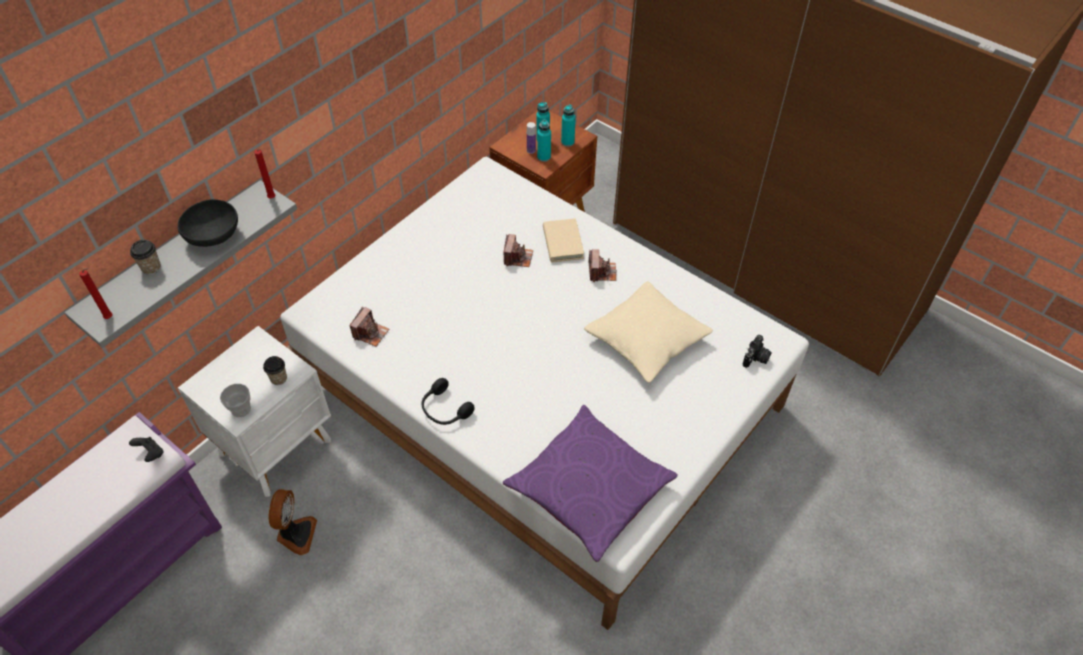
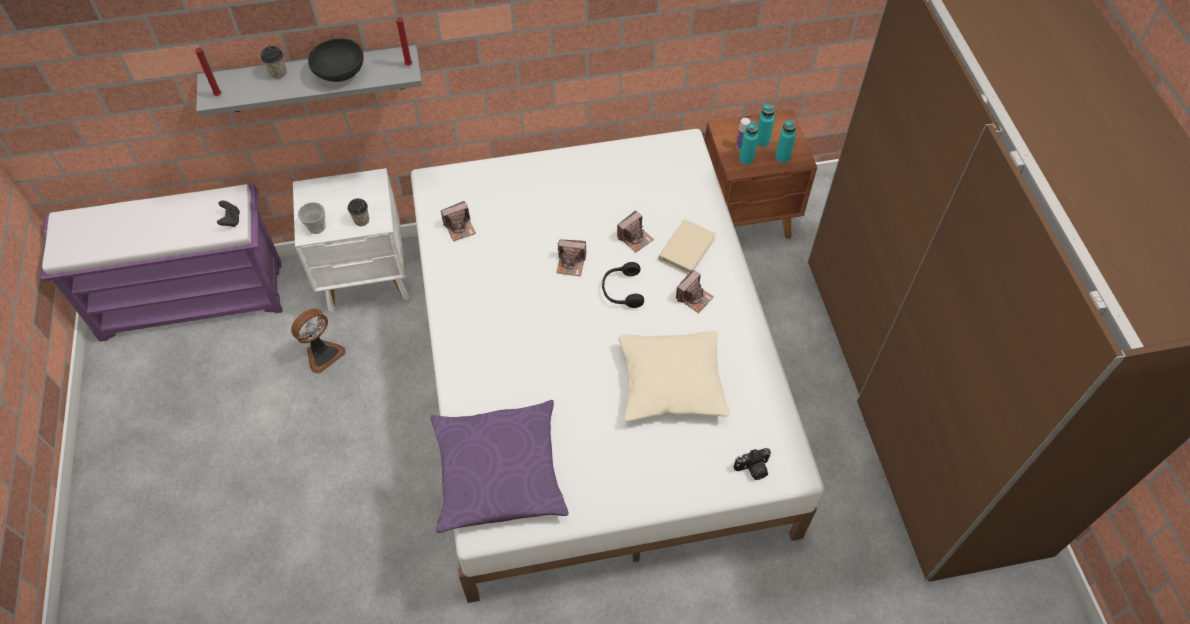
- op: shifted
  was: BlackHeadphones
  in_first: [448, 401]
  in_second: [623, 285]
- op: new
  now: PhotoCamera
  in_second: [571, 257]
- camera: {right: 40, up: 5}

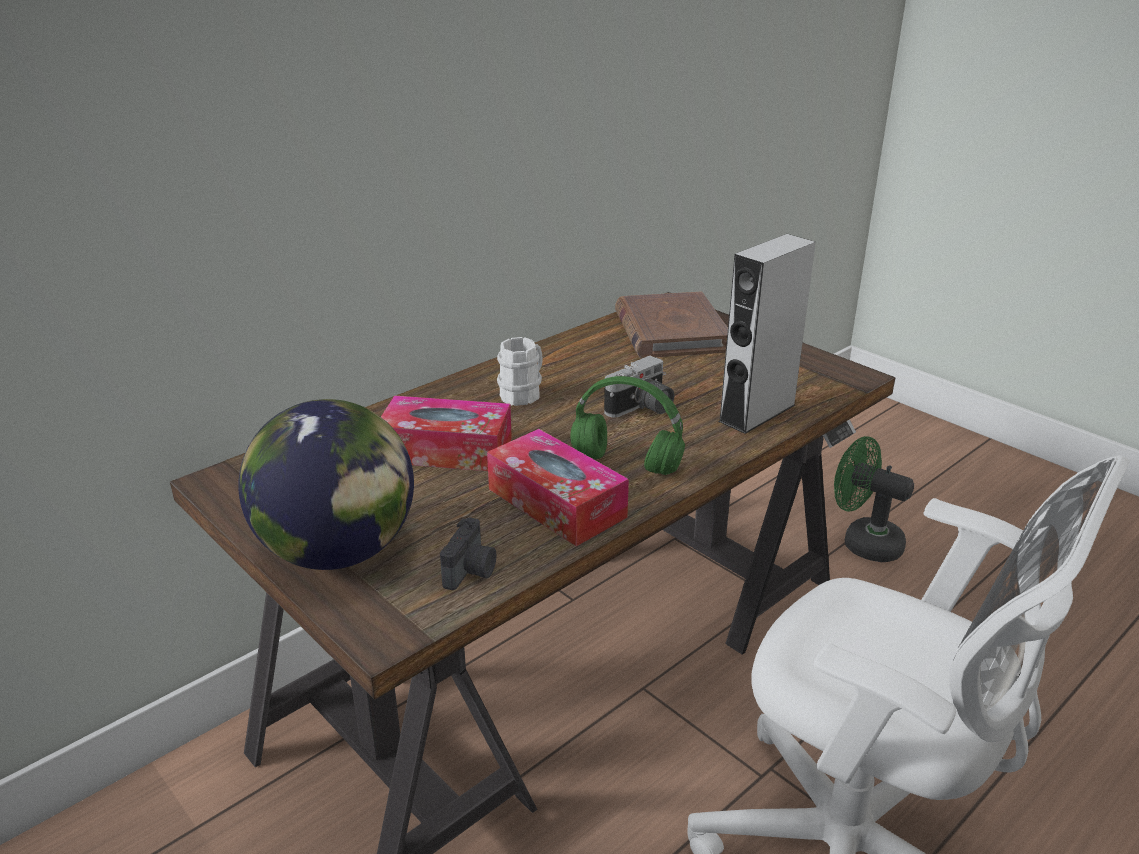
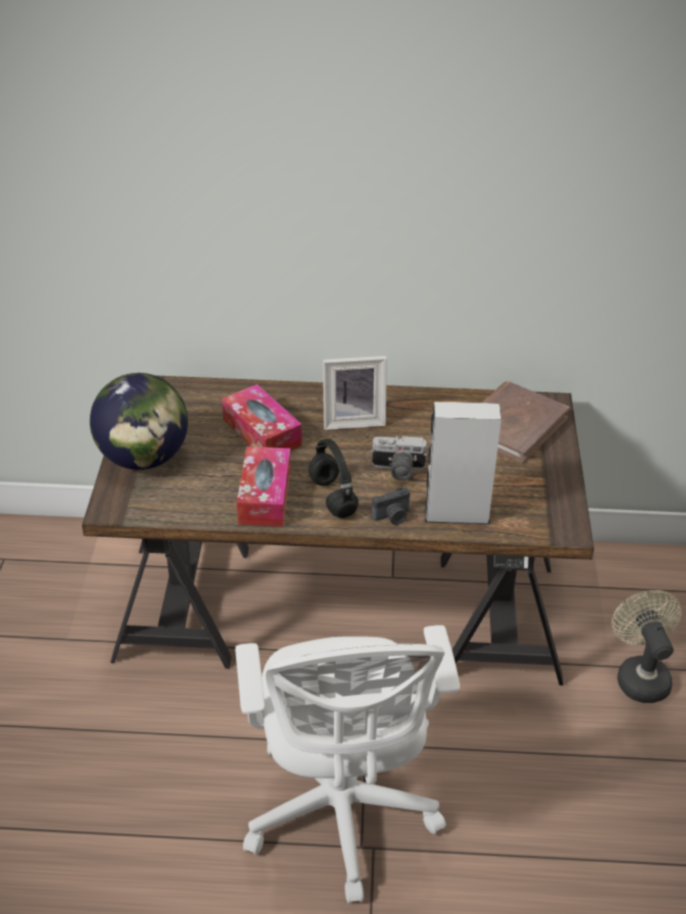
- op: shifted
  was: PhotoCamera
  in_first: [468, 553]
  in_second: [390, 506]
- op: swapped
  was: WhiteMug
  now: PictureFrame
  in_first: [520, 371]
  in_second: [355, 393]
- op: repainted
  was: GreenHeadphones
  now: BlackHeadphones
  in_first: [627, 425]
  in_second: [333, 478]
- op: repainted
  was: GreenFan
  now: BeigeFan
  in_first: [874, 499]
  in_second: [647, 646]
- camera: {right: 45, up: 10}

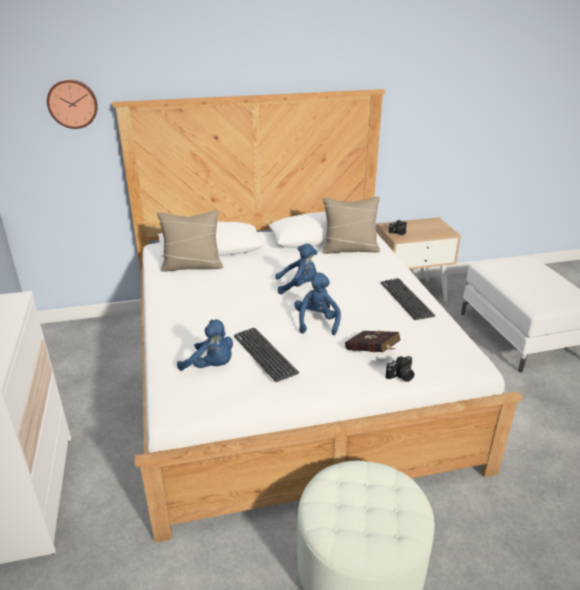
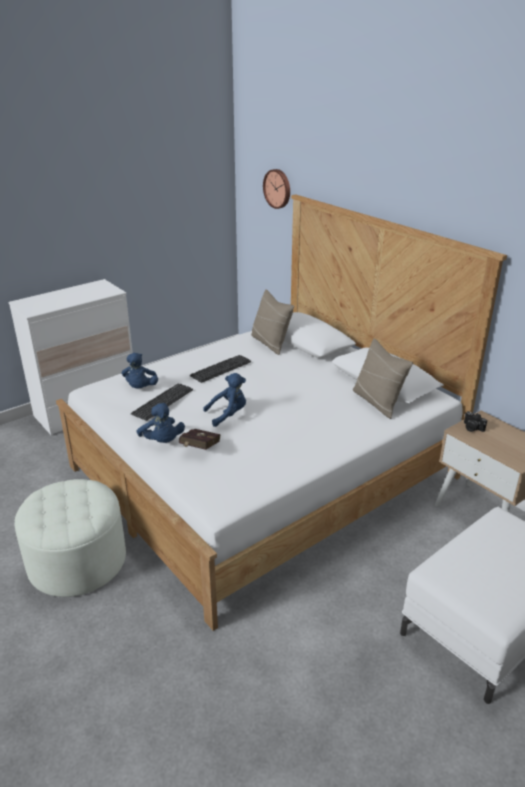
- op: shifted
  was: BluePlushToy
  in_first: [296, 269]
  in_second: [161, 423]
- op: shifted
  was: Keyboard
  in_first: [408, 299]
  in_second: [220, 369]
- op: gone
  was: PhotoCamera
  in_first: [400, 369]
- camera: {right: 65, up: 0}

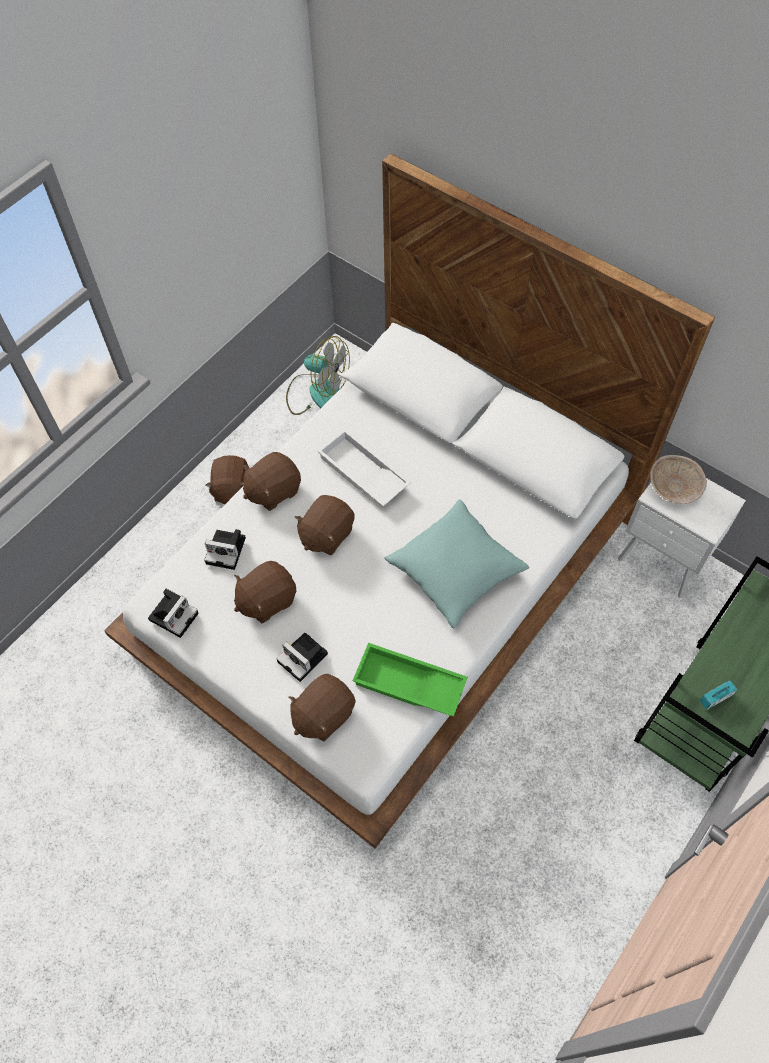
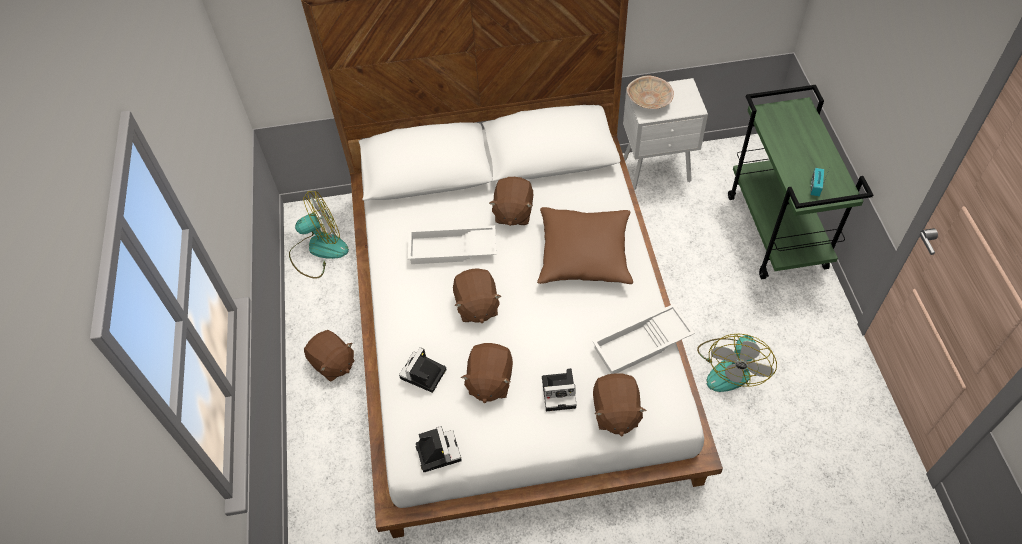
- op: rotated
  was: PhotoCamera
  in_first: [225, 549]
  in_second: [422, 370]
  clockwise: 150
- op: shifted
  was: BrownPlushToy
  in_first: [272, 481]
  in_second: [511, 201]
- op: repainted
  was: GreenTray
  now: WhiteTray
  in_first: [410, 680]
  in_second: [643, 339]
- op: repainted
  was: TurquoisePillow
  now: BrownPillow
  in_first: [456, 564]
  in_second: [585, 245]
- op: new
  now: Fan
  in_second: [737, 363]
- camera: {right: -45, up: -5}

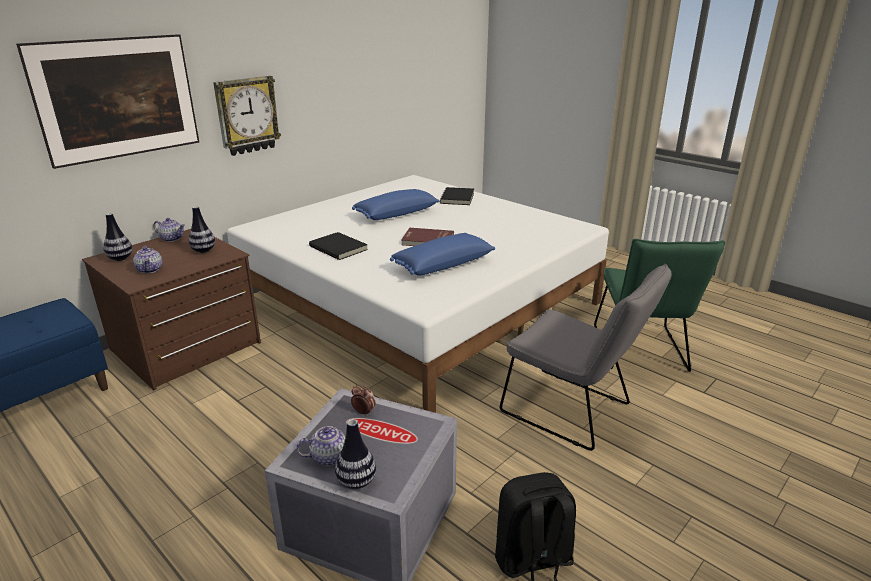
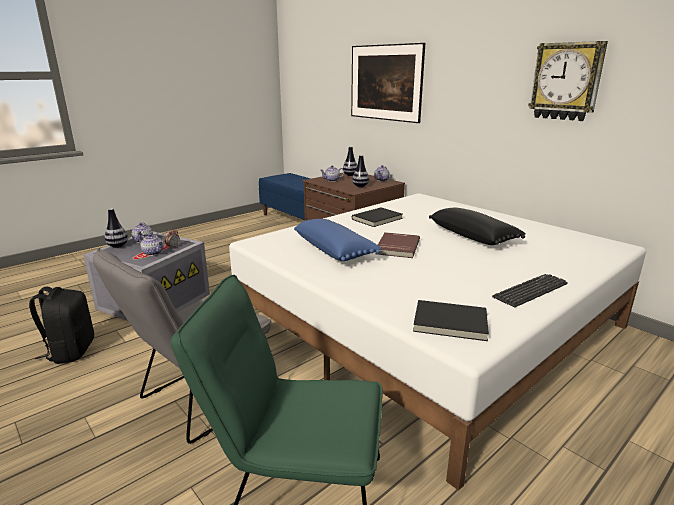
- op: shifted
  was: WallClock
  in_first: [247, 116]
  in_second: [568, 81]
- op: repainted
  was: BluePillow
  now: BlackPillow
  in_first: [396, 204]
  in_second: [477, 226]
- op: shifted
  was: BlackBook
  in_first: [457, 196]
  in_second: [451, 320]
- op: new
  now: Teapot
  in_second: [151, 245]
- op: new
  now: Keyboard
  in_second: [530, 290]
- camera: {right: 95, up: -5}

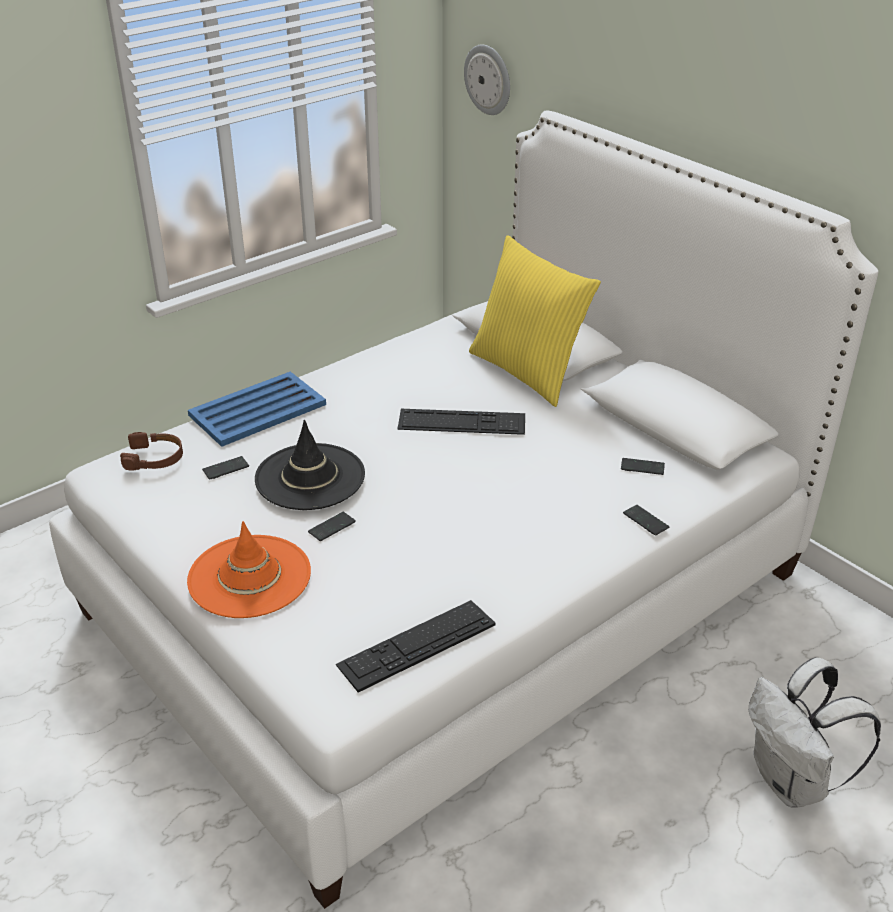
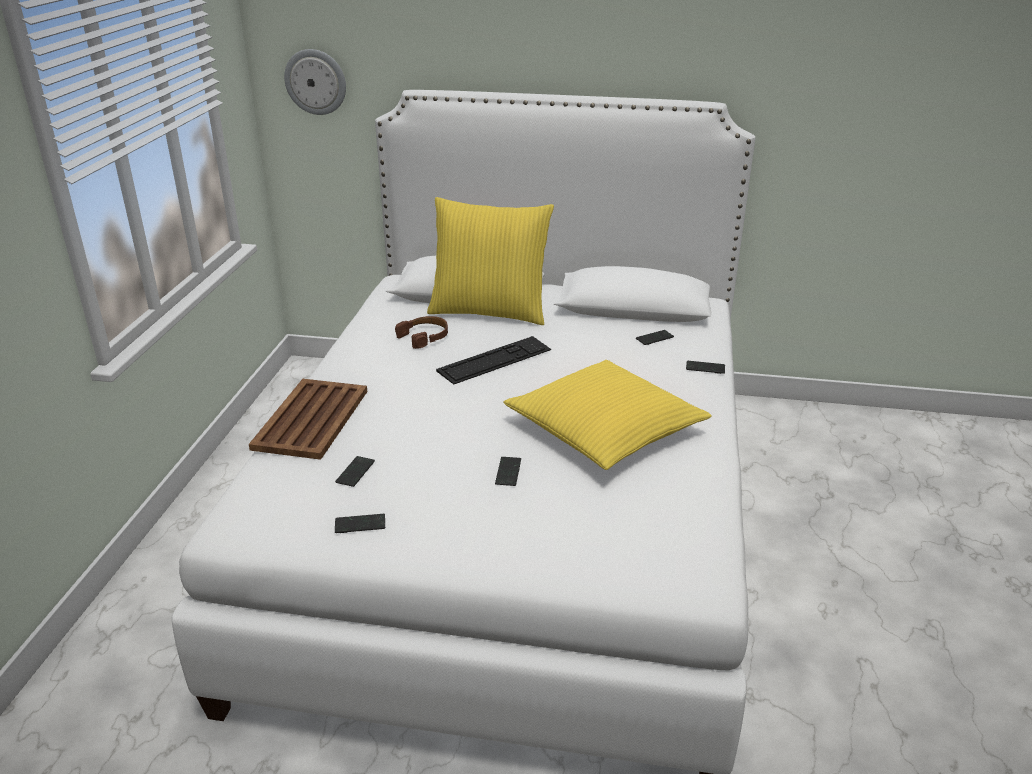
- op: shifted
  was: BrownHeadphones
  in_first: [151, 451]
  in_second: [421, 332]
- op: gone
  was: OrangeHat
  in_first: [249, 569]
- op: repainted
  was: BlueTray
  now: BrownTray
  in_first: [257, 409]
  in_second: [308, 419]
- op: gone
  was: BlackHat
  in_first: [310, 465]
- op: gone
  was: Keyboard
  in_first: [416, 646]
- op: gone
  was: WhiteBackpack
  in_first: [815, 732]
- op: new
  now: Phone
  in_second: [360, 523]
- op: new
  now: YellowPillow
  in_second: [608, 415]
- camera: {right: -40, up: -5}

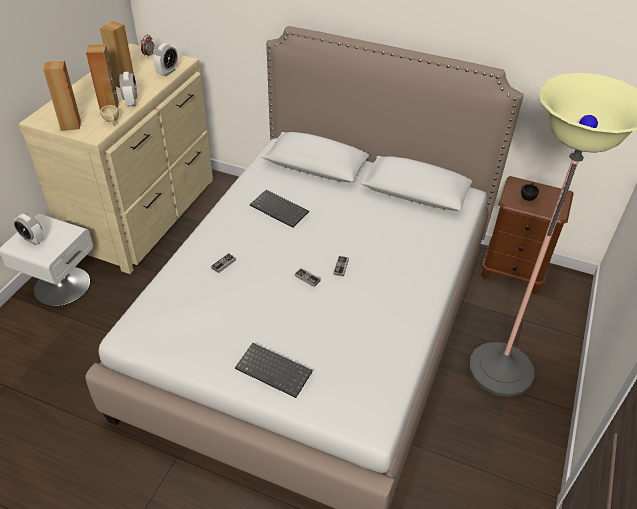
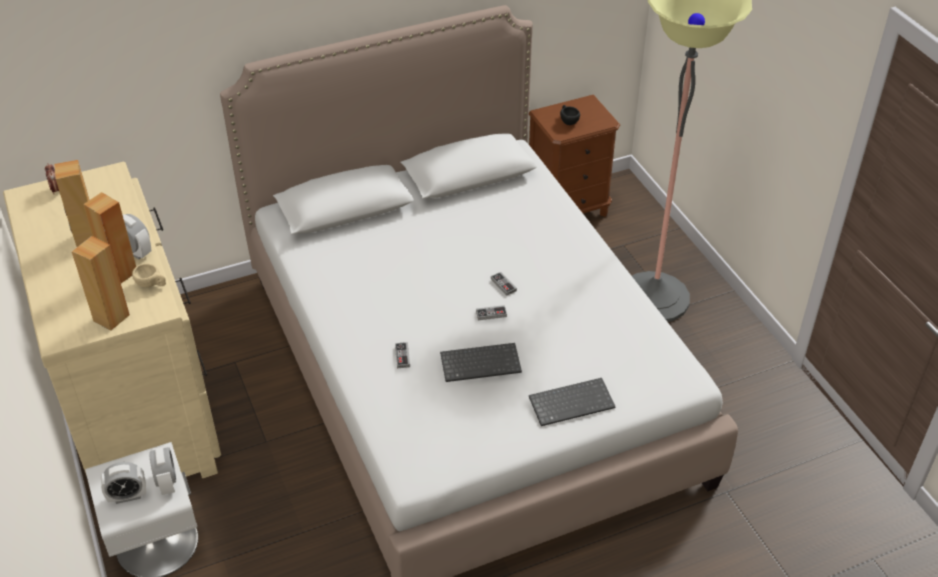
- op: shifted
  was: AlarmClock
  in_first: [165, 59]
  in_second: [162, 470]
- op: shifted
  was: Keyboard
  in_first: [279, 209]
  in_second: [481, 362]
- camera: {right: -45, up: 0}

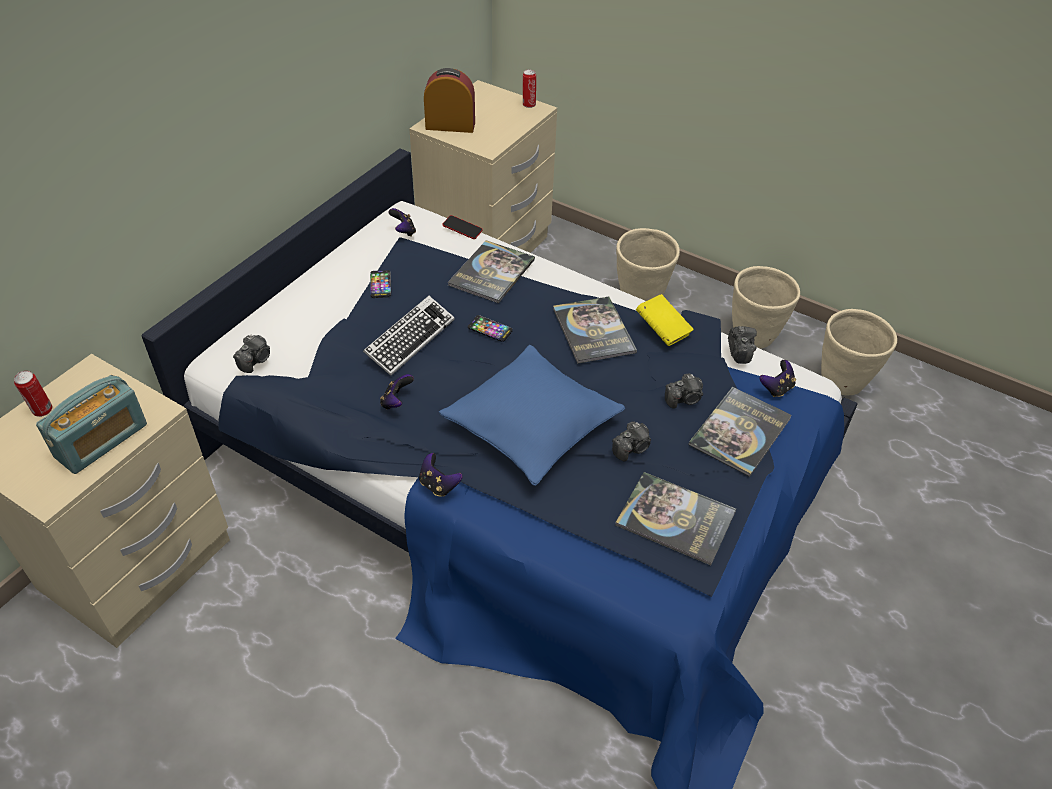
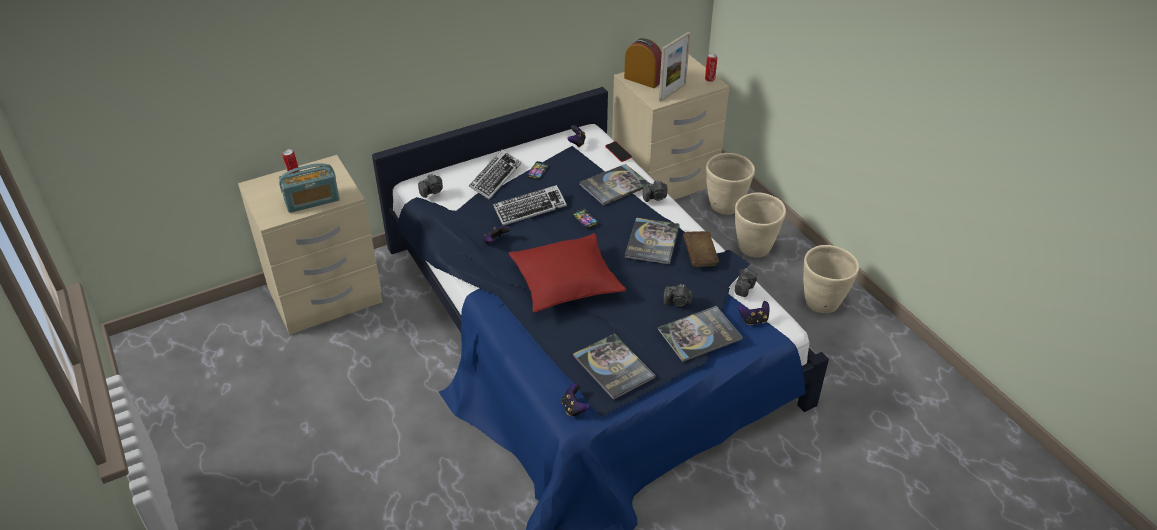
- op: shifted
  was: GameController
  in_first: [441, 475]
  in_second: [575, 400]
- op: repainted
  was: BluePillow
  now: RedPillow
  in_first: [532, 415]
  in_second: [567, 273]
- op: shifted
  was: PhotoCamera
  in_first: [631, 441]
  in_second: [655, 191]
- op: repainted
  was: YellowBook
  now: BrownBook
  in_first: [665, 320]
  in_second: [701, 249]
- op: shifted
  was: BeigePlanter
  in_first: [859, 352]
  in_second: [730, 184]
- op: new
  now: Keyboard
  in_second: [495, 175]
- op: new
  now: PictureFrame
  in_second: [674, 66]
- camera: {right: 30, up: -5}

